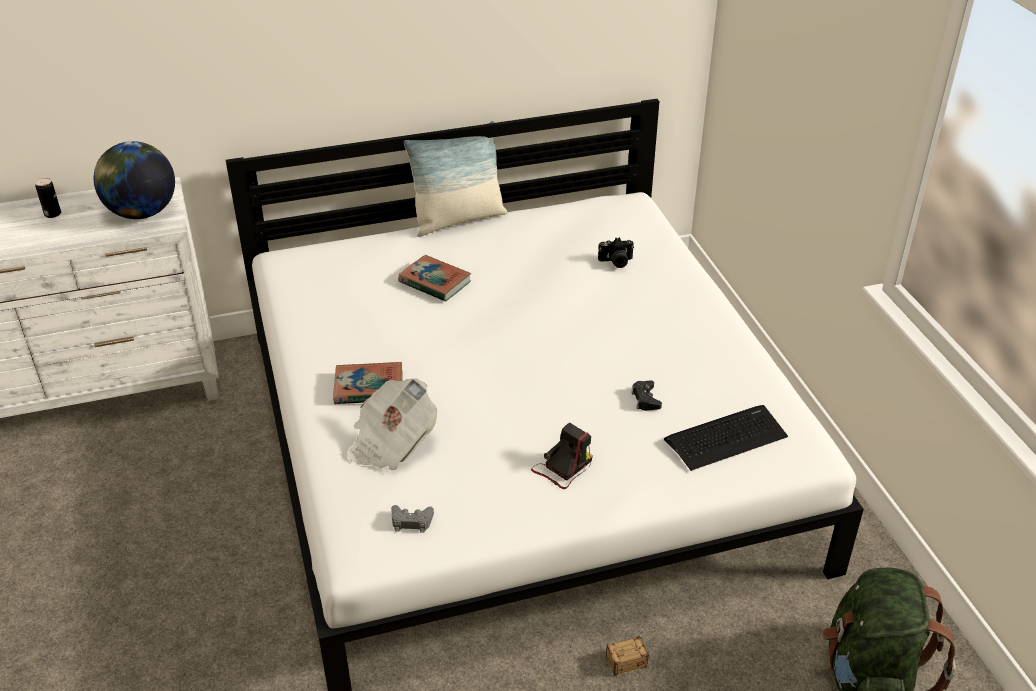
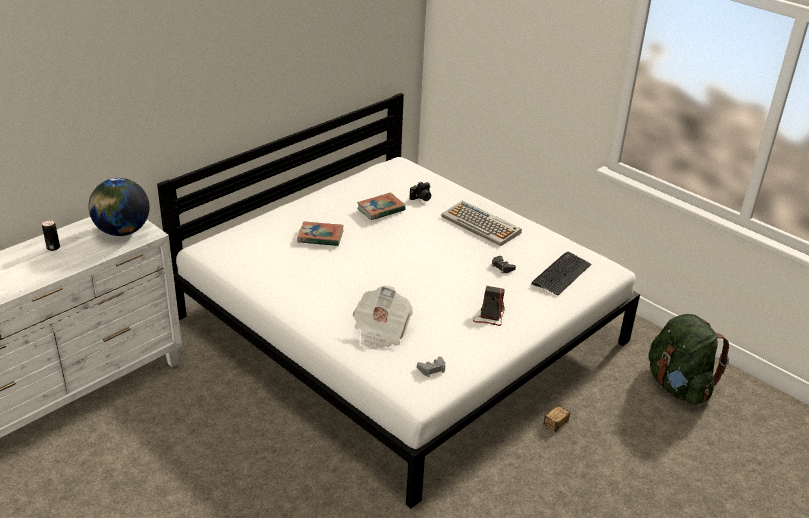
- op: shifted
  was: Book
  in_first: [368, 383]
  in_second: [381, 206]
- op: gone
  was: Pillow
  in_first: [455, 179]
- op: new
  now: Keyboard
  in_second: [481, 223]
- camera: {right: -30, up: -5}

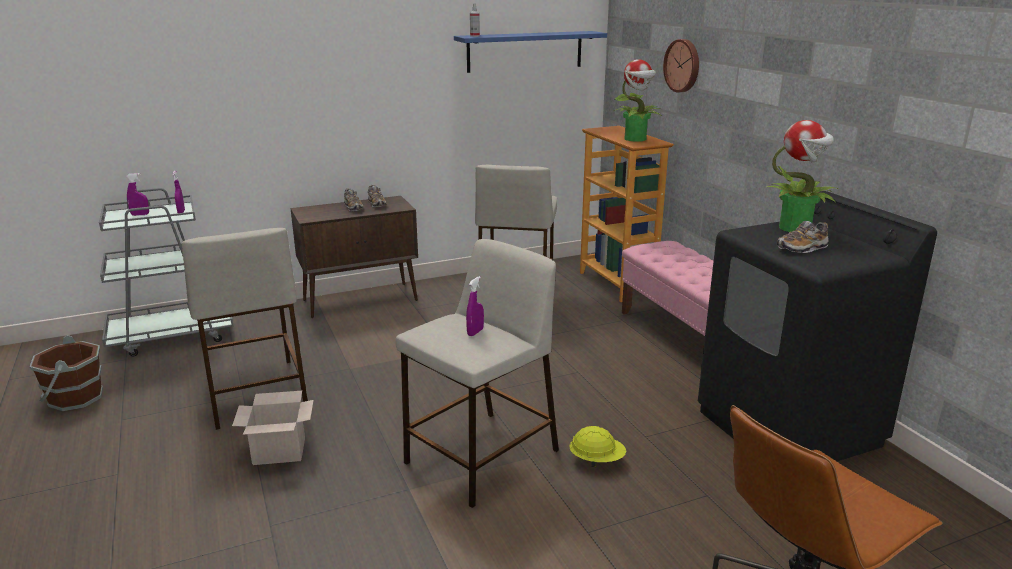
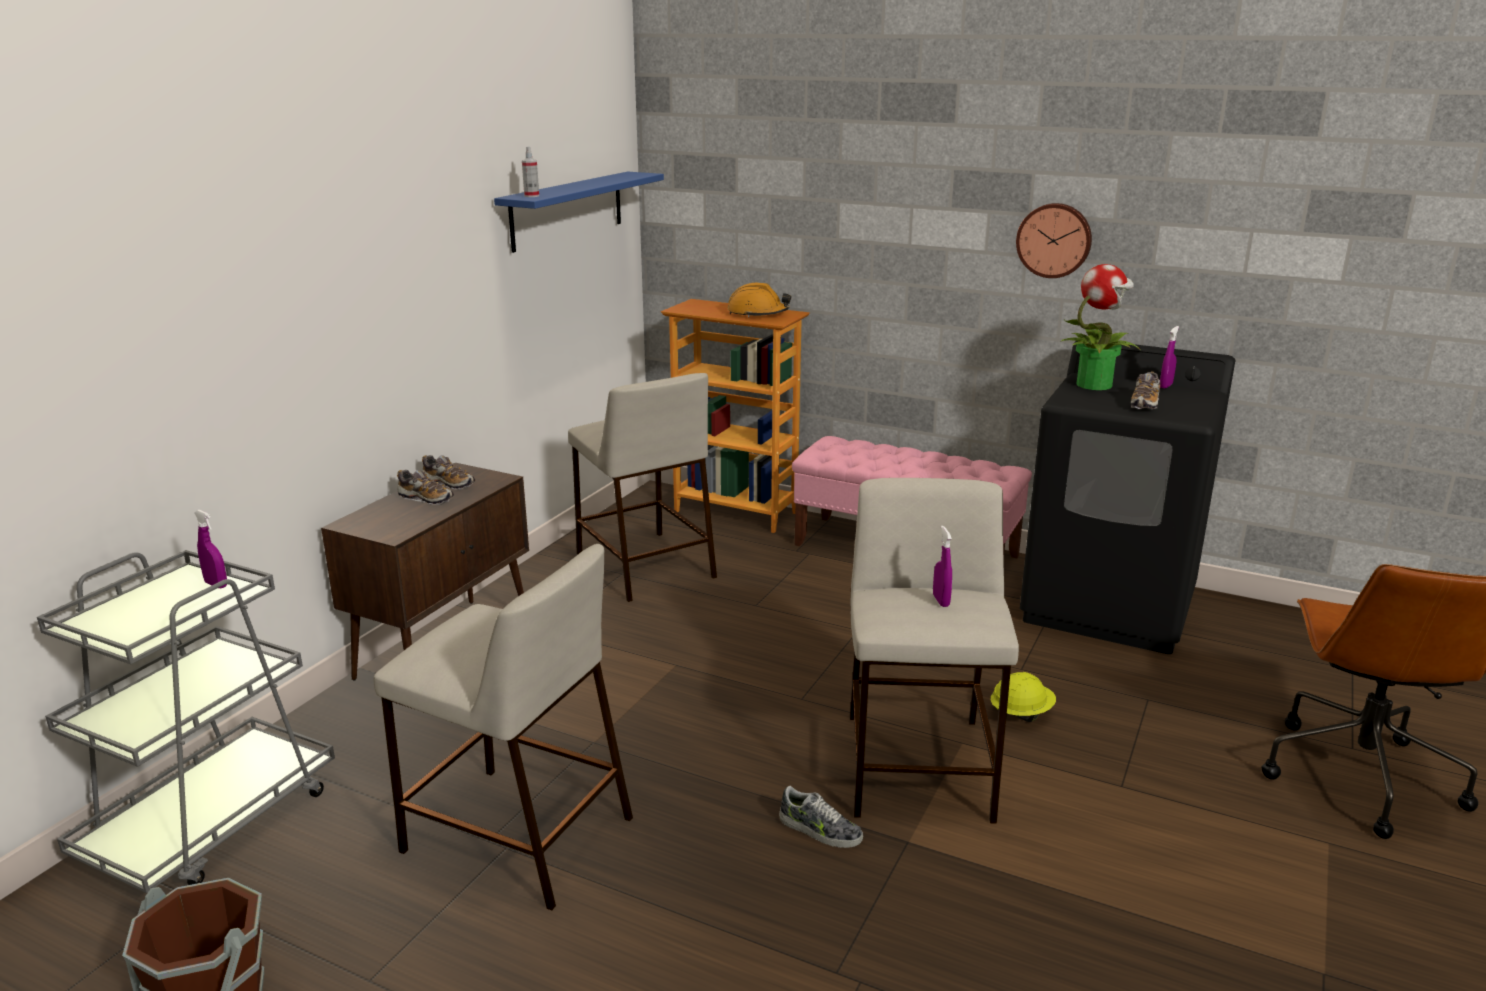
- op: shifted
  was: PurpleSprayBottle
  in_first: [137, 194]
  in_second: [1169, 357]
- op: gone
  was: CardboardBox
  in_first: [273, 428]
- op: swapped
  was: PottedPlant
  now: OrangeHardHat
  in_first: [638, 100]
  in_second: [759, 300]
- op: shifted
  was: WallClock
  in_first: [681, 65]
  in_second: [1054, 240]
- op: new
  now: Shoe
  in_second: [821, 817]
- camera: {right: -40, up: 0}

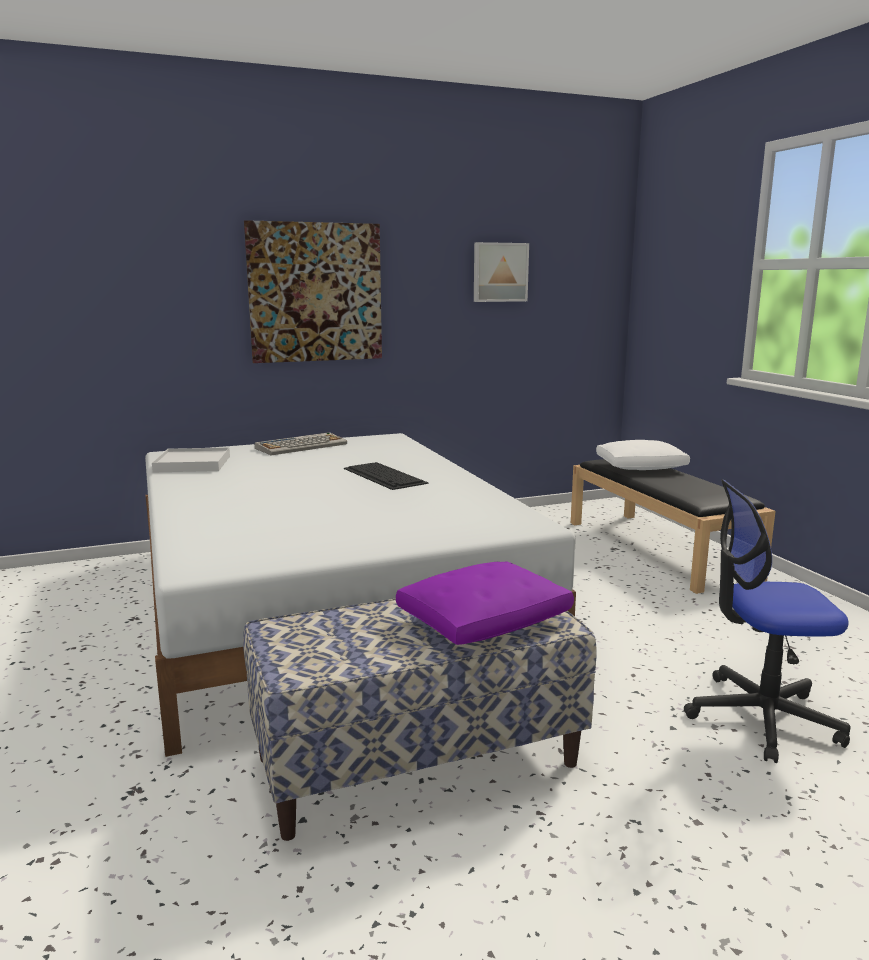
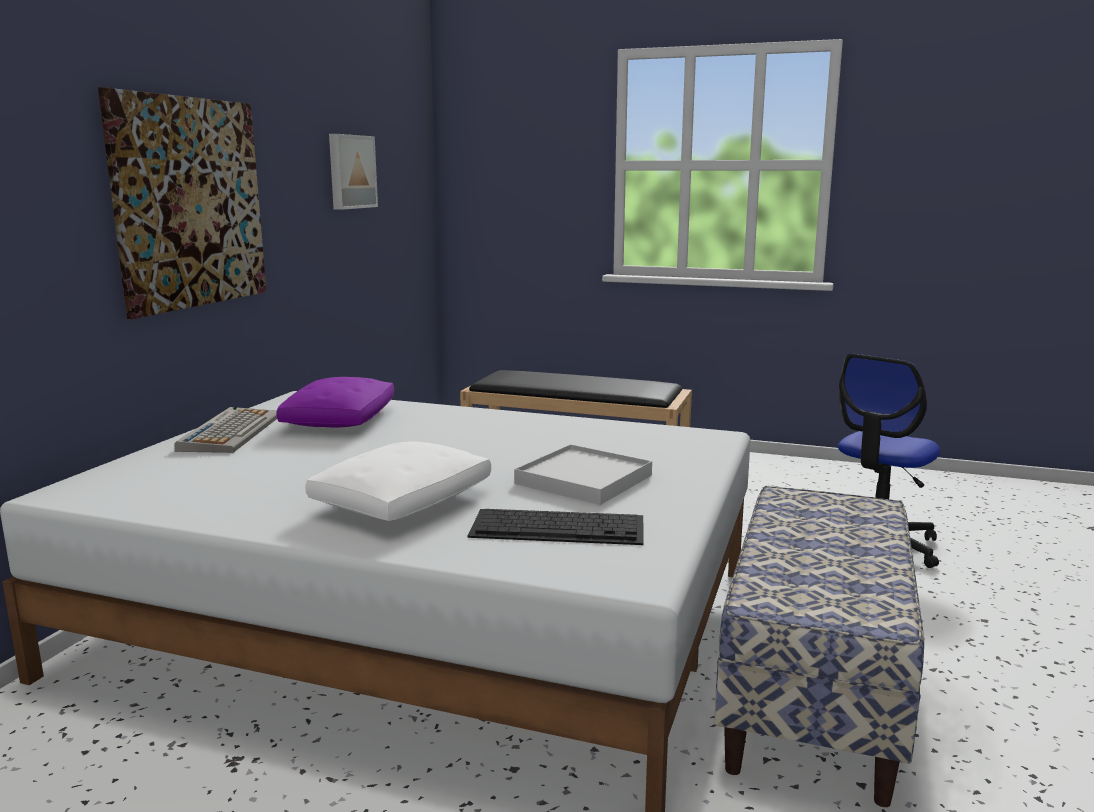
- op: shifted
  was: WhiteTray
  in_first: [191, 460]
  in_second: [583, 474]
- op: shifted
  was: Keyboard
  in_first: [386, 476]
  in_second: [555, 527]
- op: shifted
  was: PurplePillow
  in_first: [485, 603]
  in_second: [335, 402]
- op: shifted
  was: WhitePillow
  in_first: [643, 455]
  in_second: [398, 481]
- camera: {right: -50, up: 0}

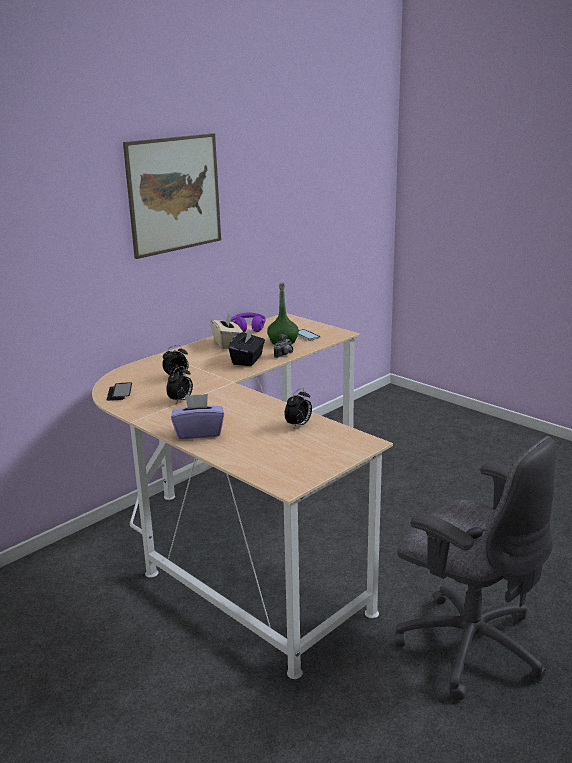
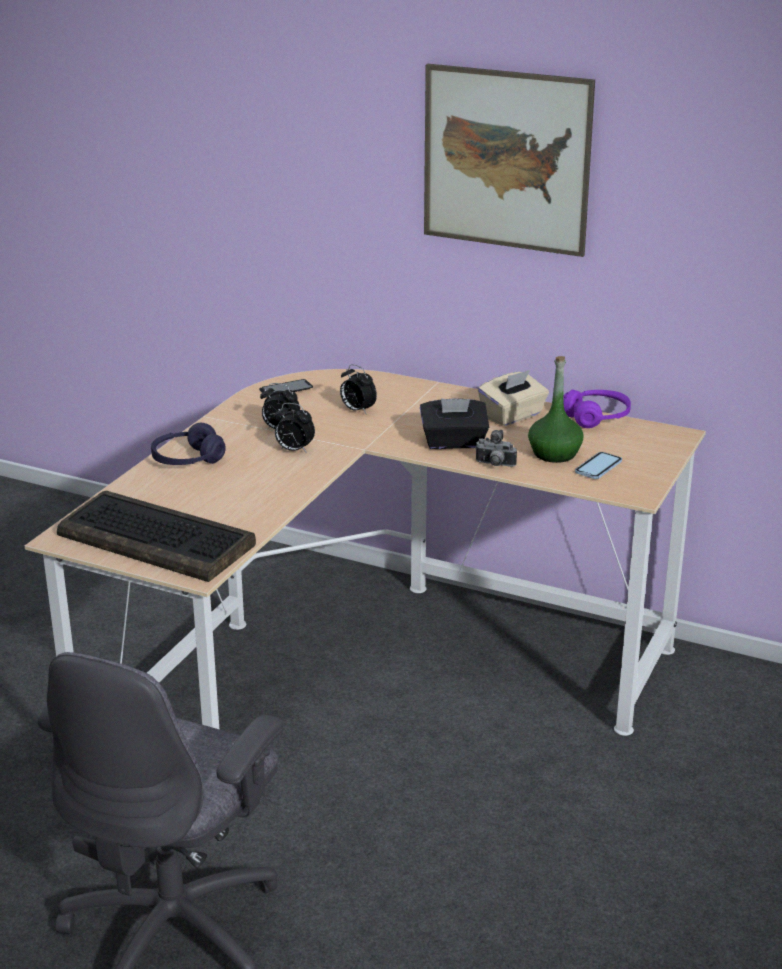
- op: swapped
  was: PurpleTissueBox
  now: PurpleHeadphones
  in_first: [197, 416]
  in_second: [188, 444]
- op: shifted
  was: AlarmClock
  in_first: [298, 408]
  in_second: [294, 428]
- op: new
  now: Keyboard
  in_second: [156, 536]
- camera: {right: 70, up: 5}

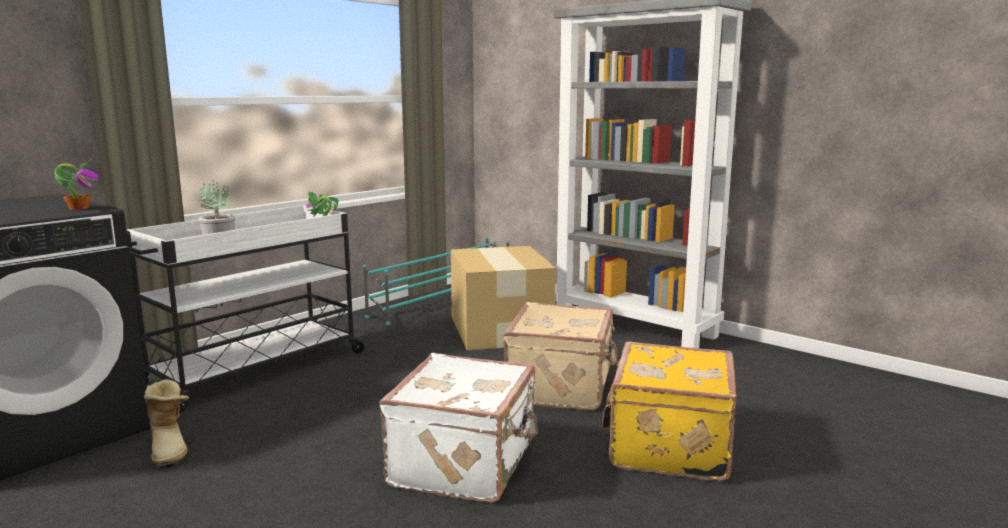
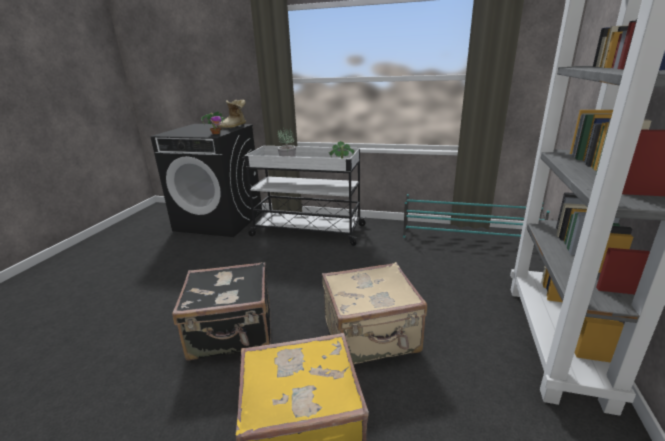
- op: shifted
  was: Boot
  in_first: [166, 423]
  in_second: [231, 114]
- op: repainted
  was: WhiteSuitcase
  now: BlackSuitcase
  in_first: [458, 428]
  in_second: [221, 311]
- op: gone
  was: CardboardBox
  in_first: [503, 298]
- camera: {right: 65, up: 10}

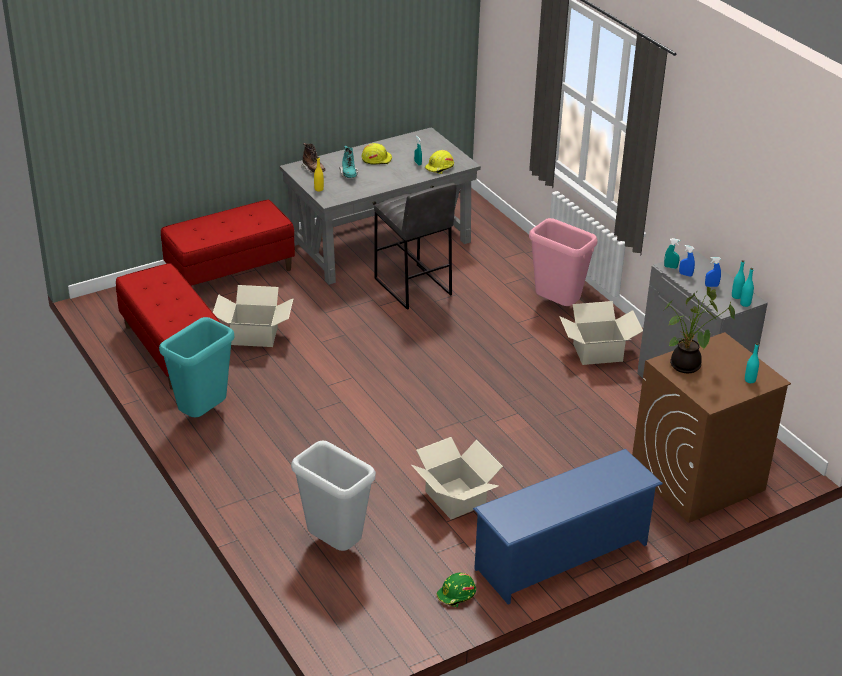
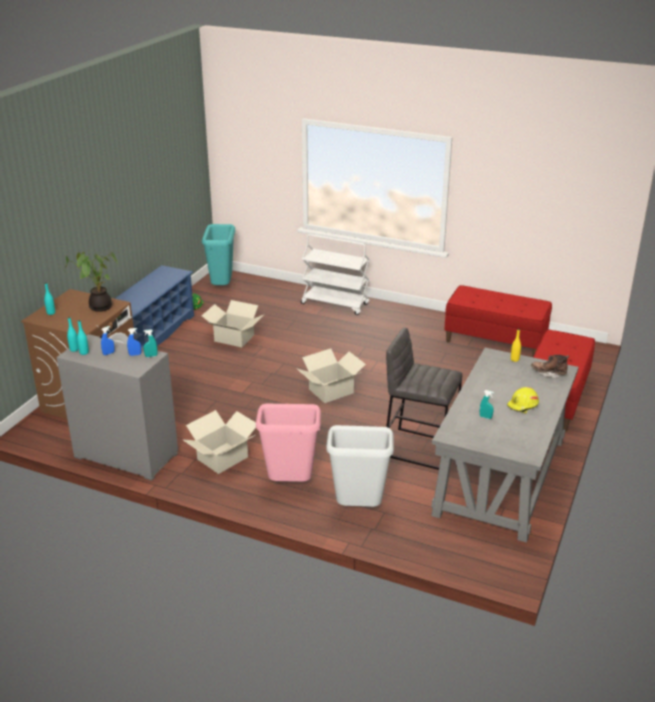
- op: shifted
  was: TurquoiseTrashCan
  in_first: [196, 367]
  in_second: [218, 254]
- op: shifted
  was: CardboardBox
  in_first: [253, 316]
  in_second: [331, 375]
- op: shifted
  was: GreyTrashCan
  in_first: [333, 495]
  in_second: [360, 466]
- op: gone
  was: TurquoiseBoot
  in_first: [348, 162]
- op: gone
  was: YellowHardHat
  in_first: [439, 162]
- op: new
  now: WhiteCart
  in_second: [335, 274]
- camera: {right: 145, up: -5}

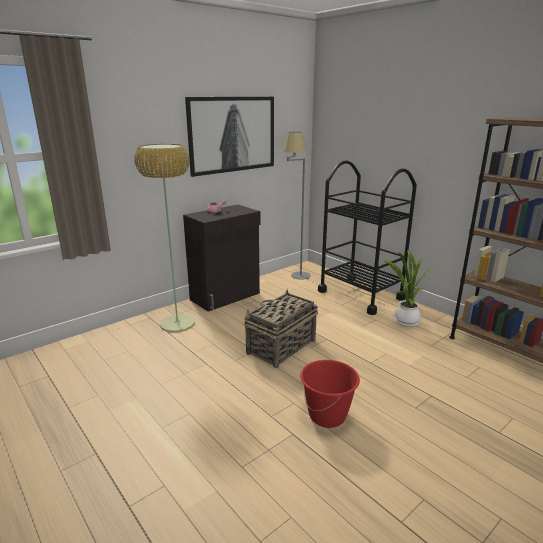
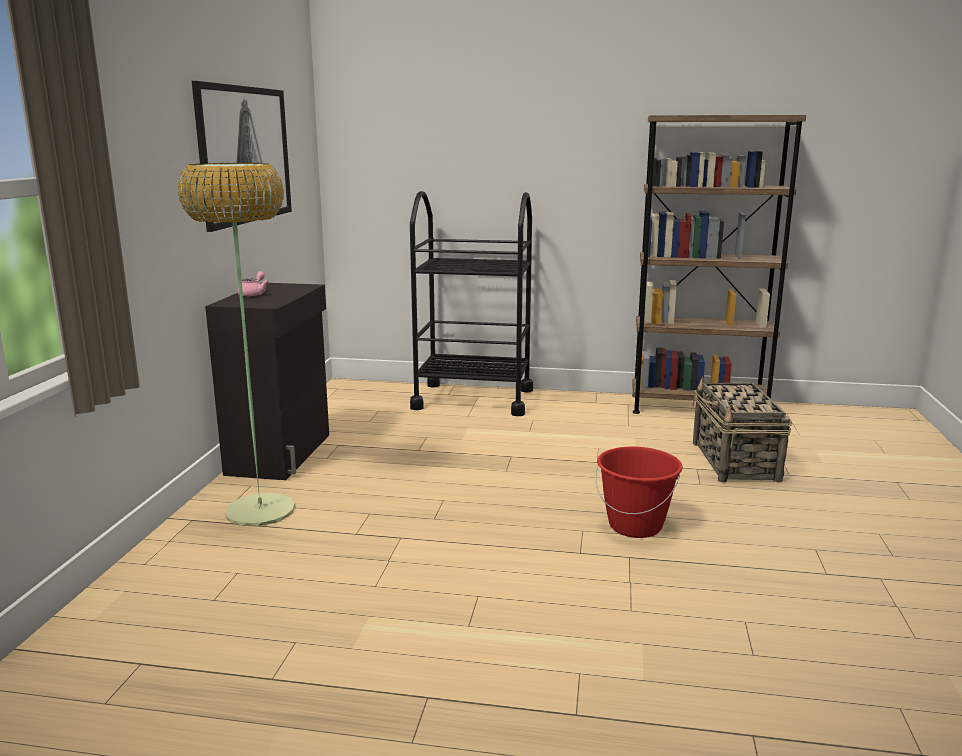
- op: shifted
  was: Basket
  in_first: [281, 328]
  in_second: [742, 429]
- op: gone
  was: GreyFloorLamp
  in_first: [297, 205]
- op: gone
  was: PottedPlant
  in_first: [409, 289]
- camera: {right: -40, up: -5}

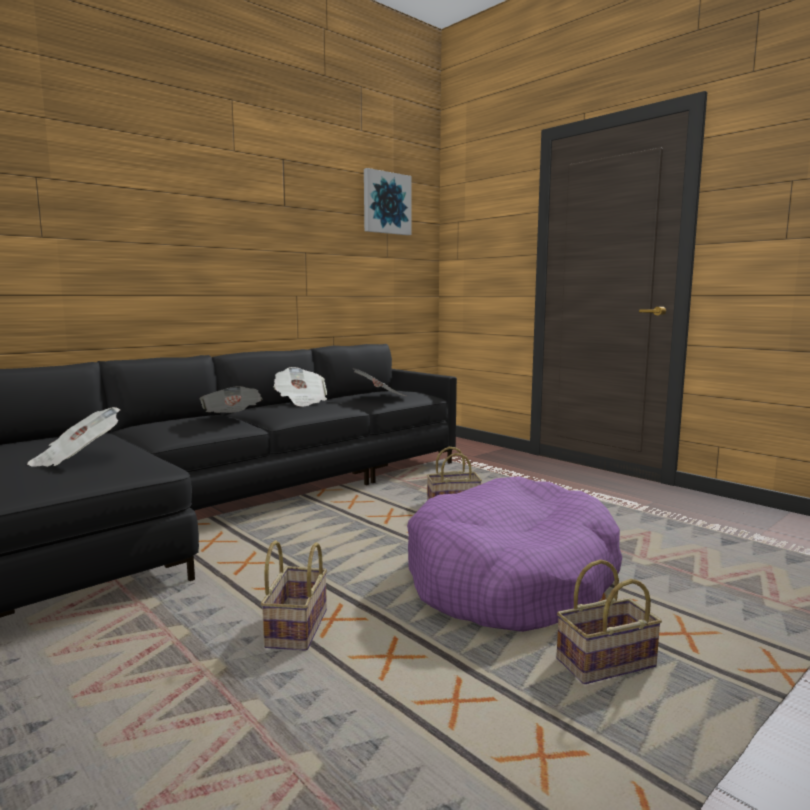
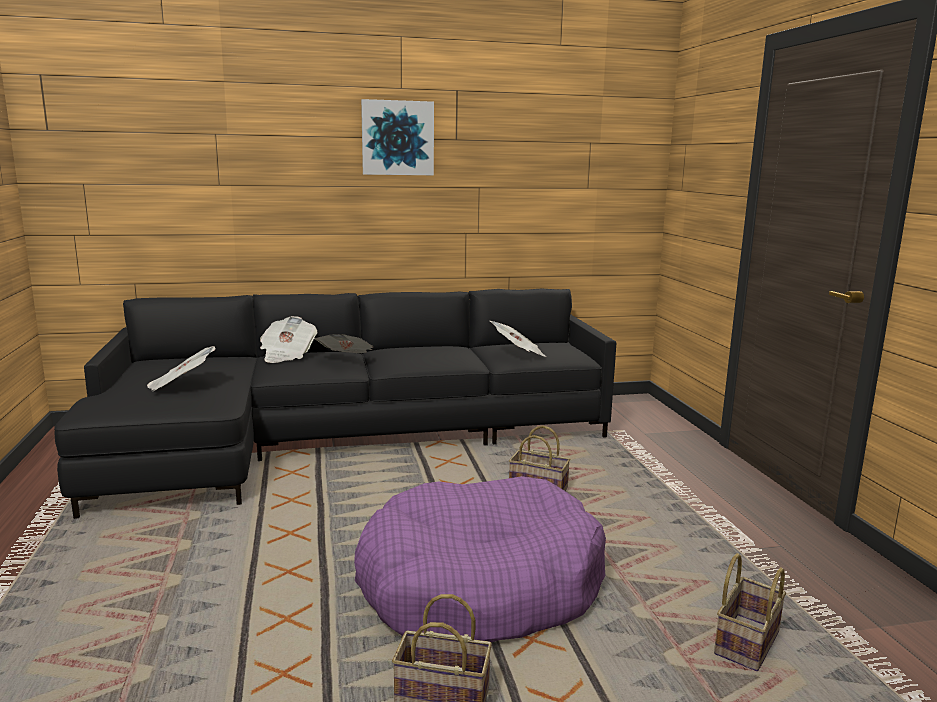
- op: shifted
  was: Basket
  in_first: [294, 595]
  in_second: [750, 612]
- op: shifted
  was: Newspaper
  in_first: [300, 386]
  in_second: [288, 339]
- op: shifted
  was: Picture
  in_first: [388, 201]
  in_second: [397, 137]
- camera: {right: 30, up: 5}

